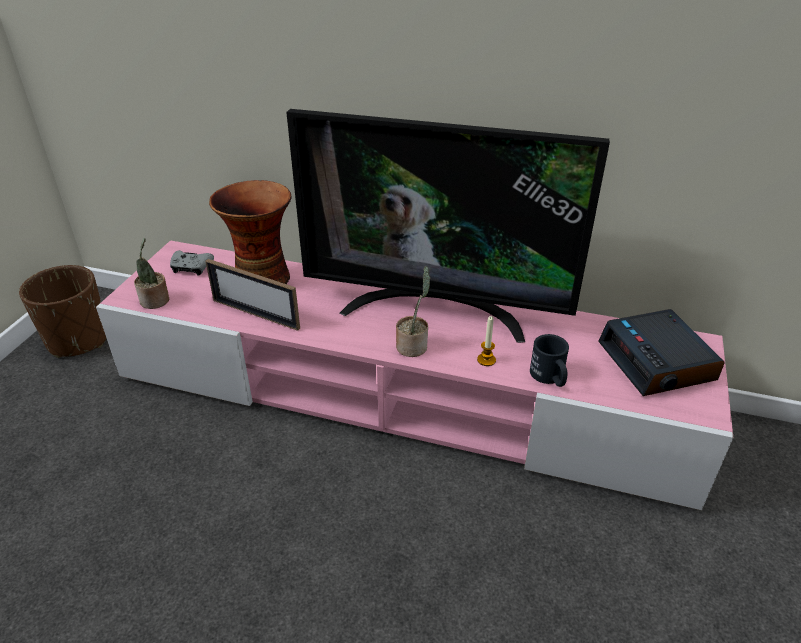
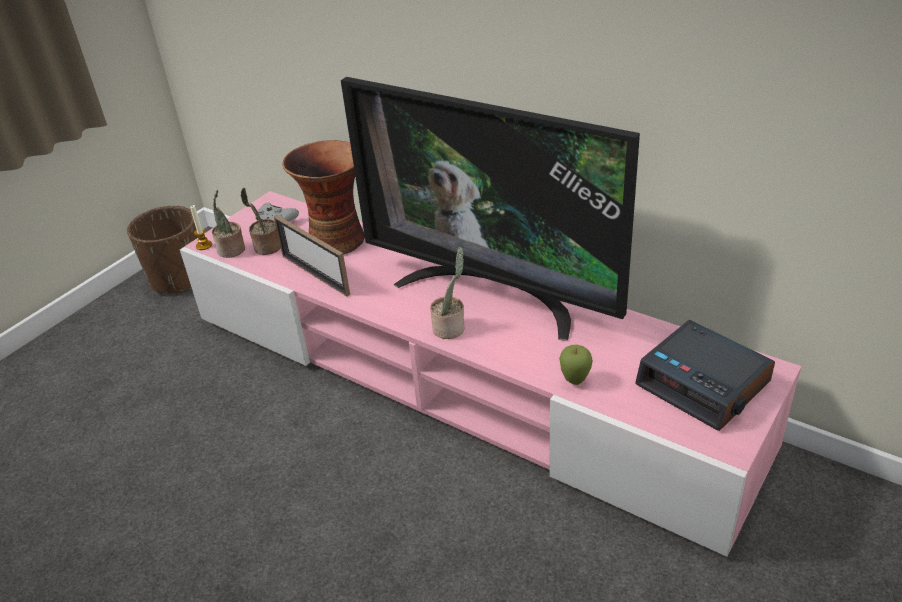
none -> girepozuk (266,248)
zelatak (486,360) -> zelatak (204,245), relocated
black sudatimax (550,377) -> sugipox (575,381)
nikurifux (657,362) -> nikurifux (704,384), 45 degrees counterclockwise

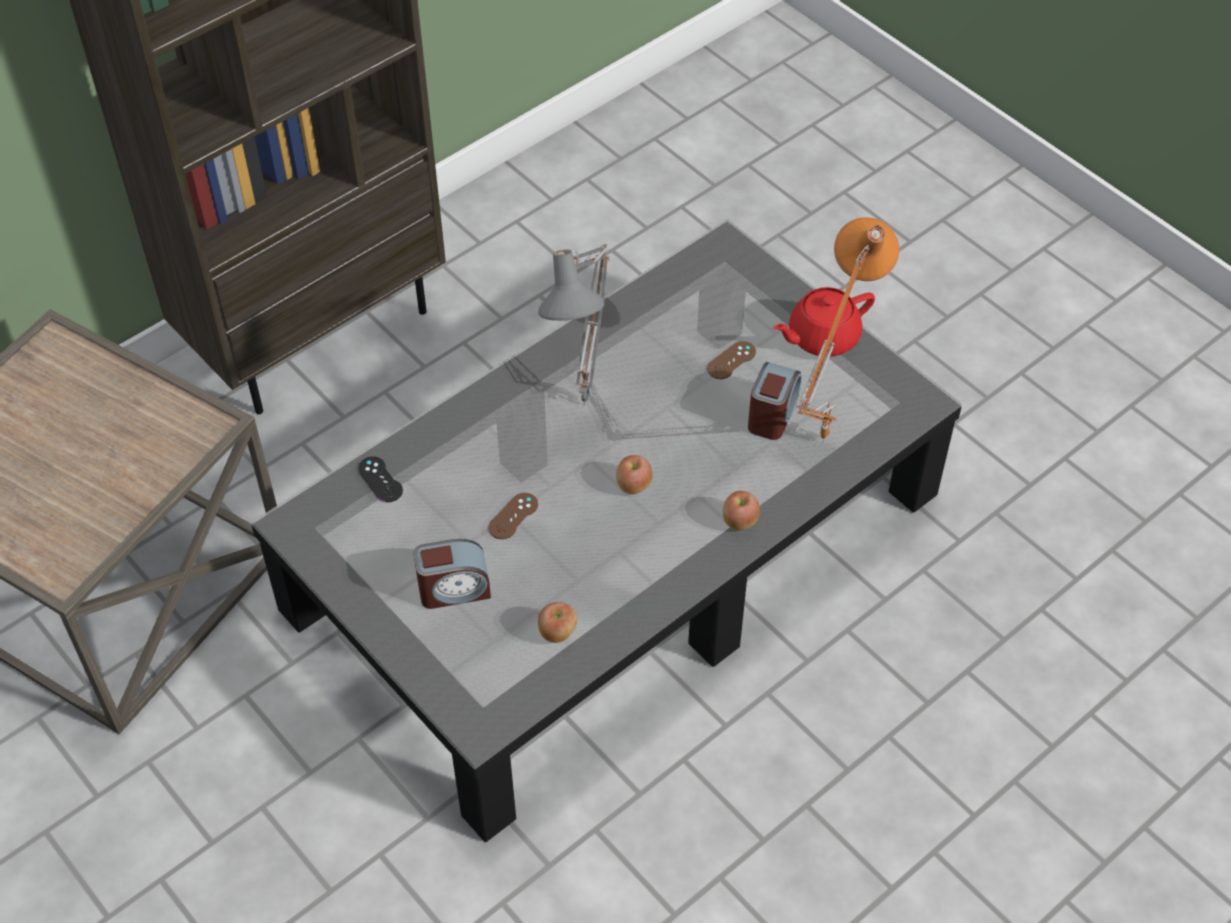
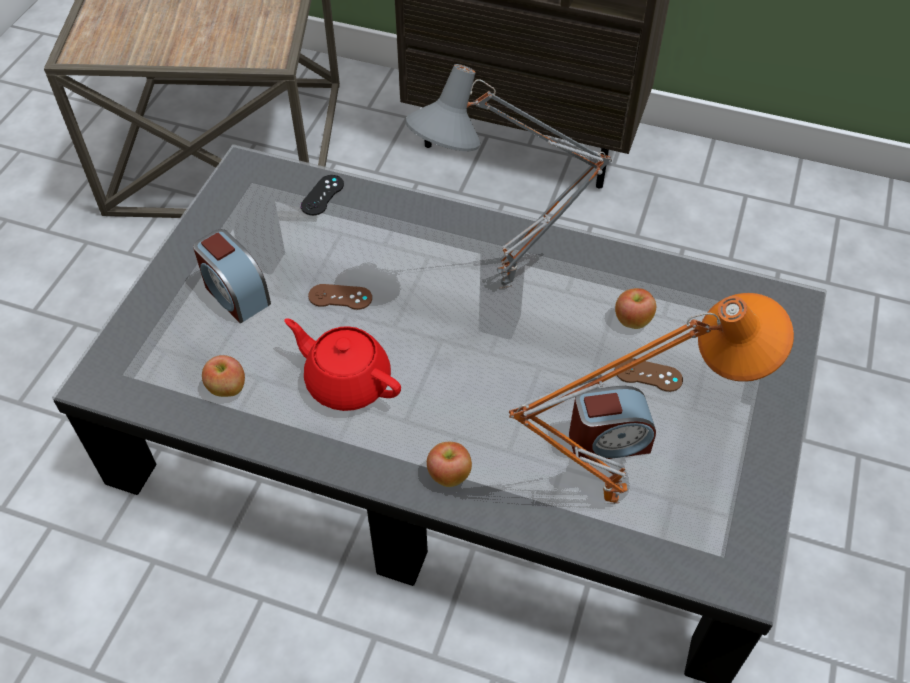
sugipox (633,486) -> sugipox (632,321), relocated
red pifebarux (821,337) -> red pifebarux (347,382), relocated

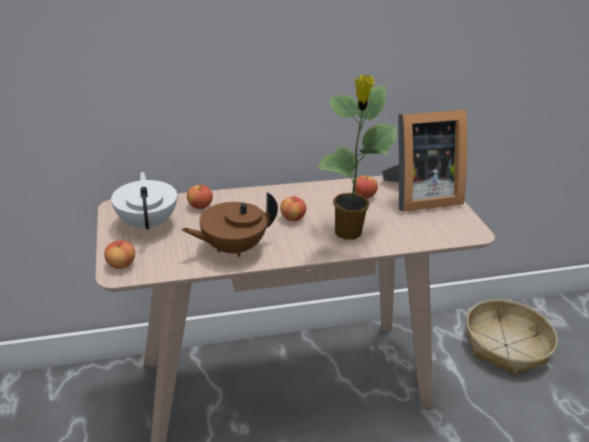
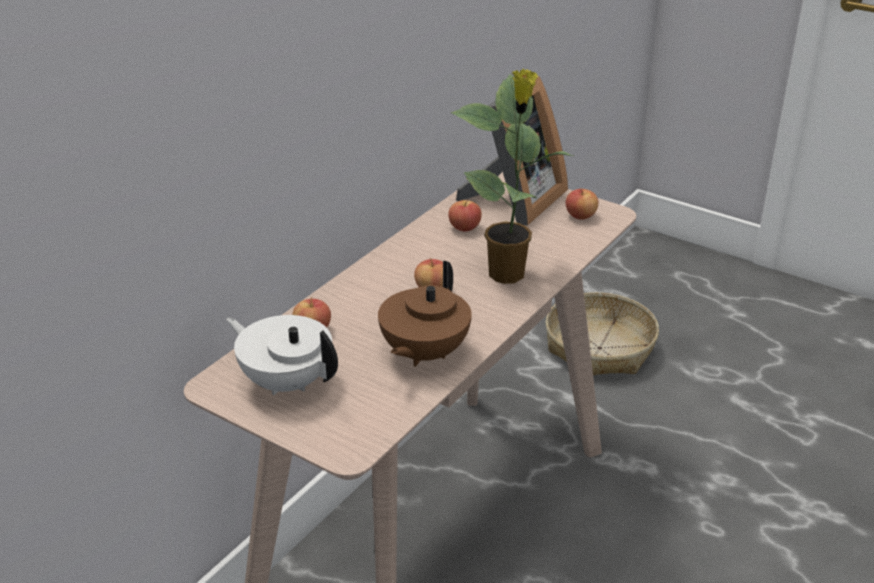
sugipox (121,264) -> sugipox (580,216), relocated

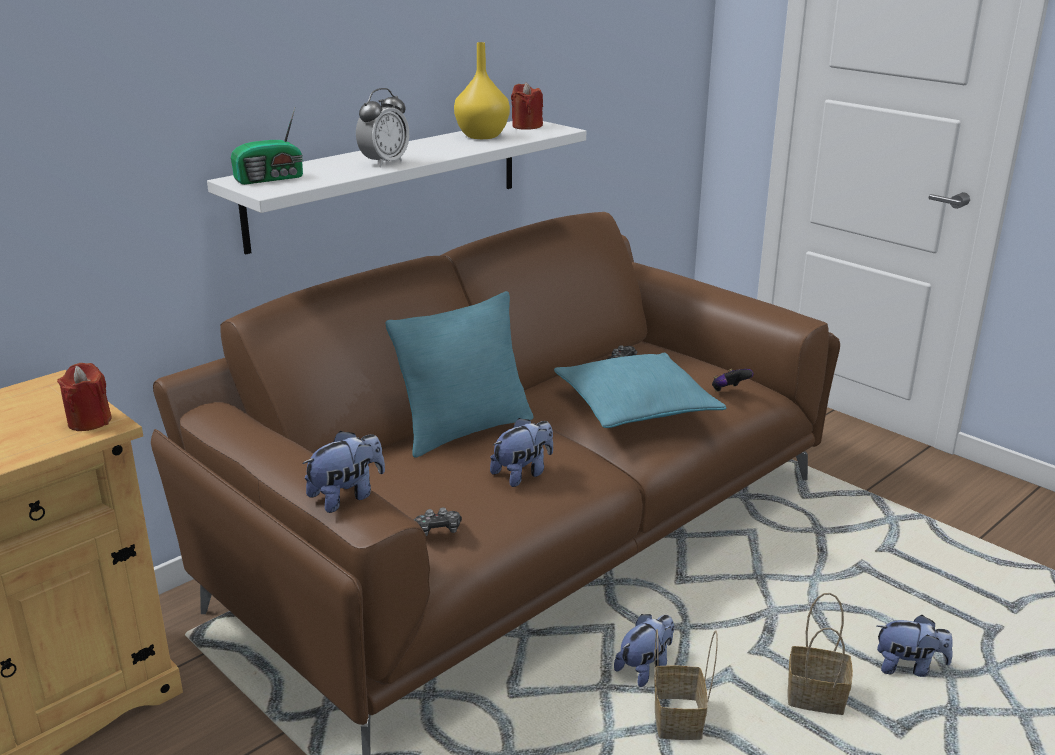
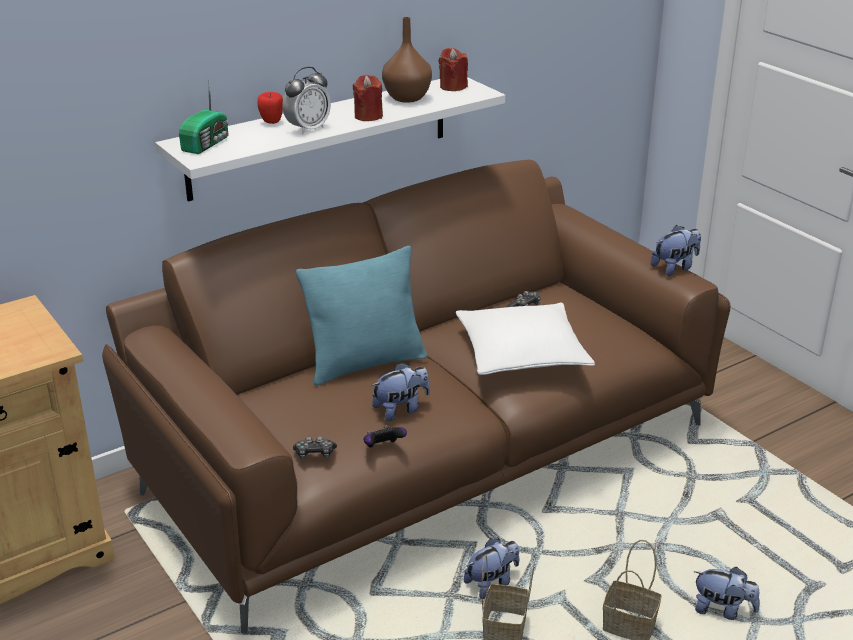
none -> sugipox (271,122)
red zelatak (89,421) -> red zelatak (368,116), relocated
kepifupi (347,496) -> kepifupi (675,267), relocated
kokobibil (729,391) -> kokobibil (383,447), relocated
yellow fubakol (481,136) -> brown fubakol (406,98)
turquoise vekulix (636,406) -> white vekulix (522,353)
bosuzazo (271,179) -> bosuzazo (207,144), 45 degrees counterclockwise

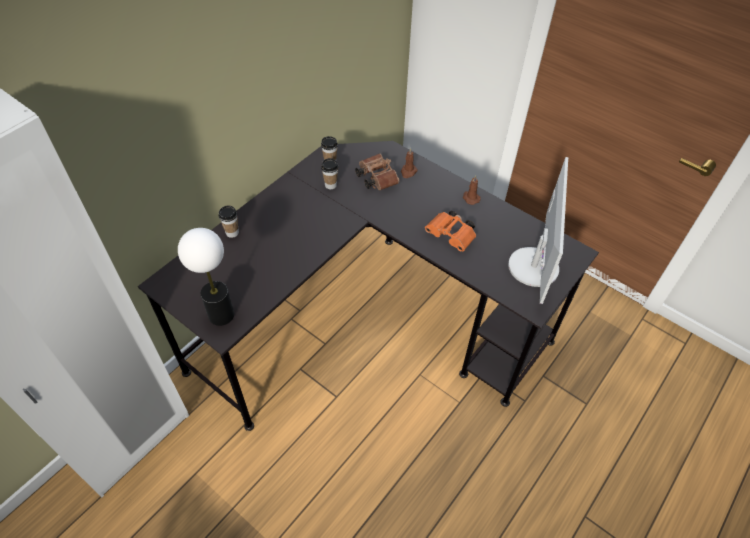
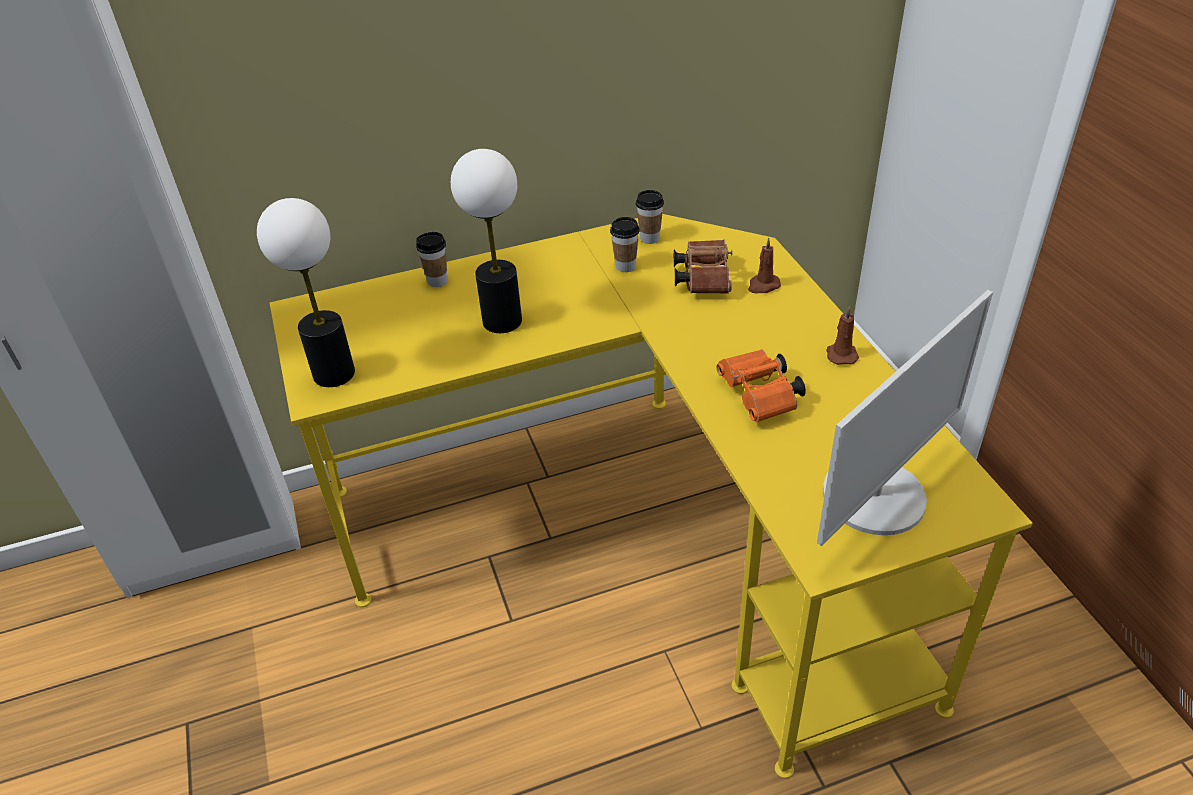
none -> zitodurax (501,321)
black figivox (368,321) -> yellow figivox (638,534)

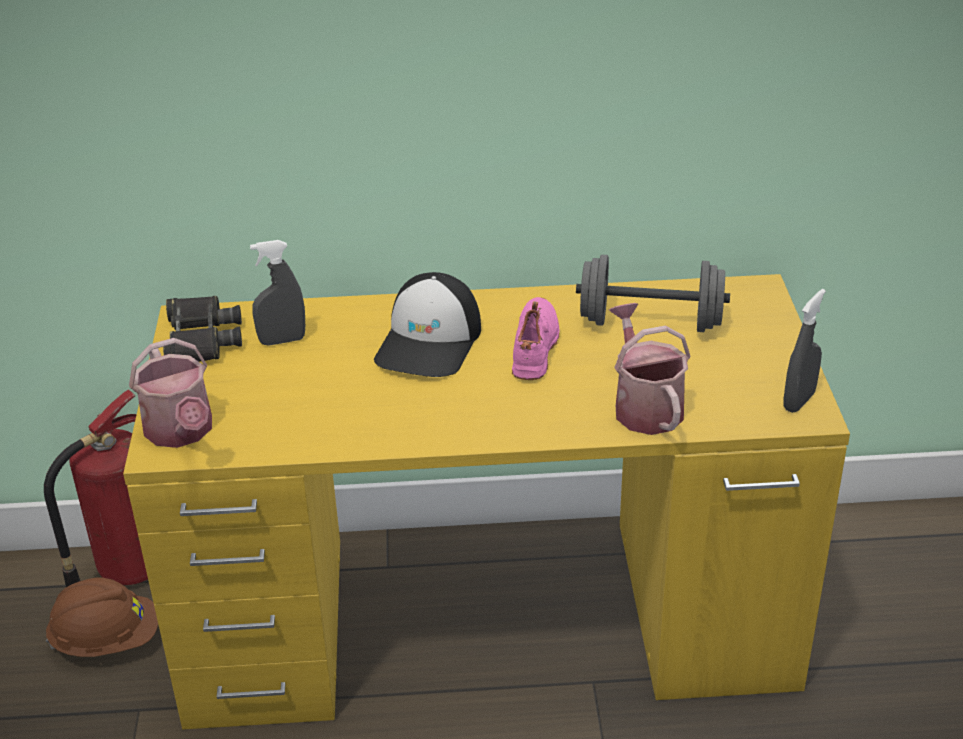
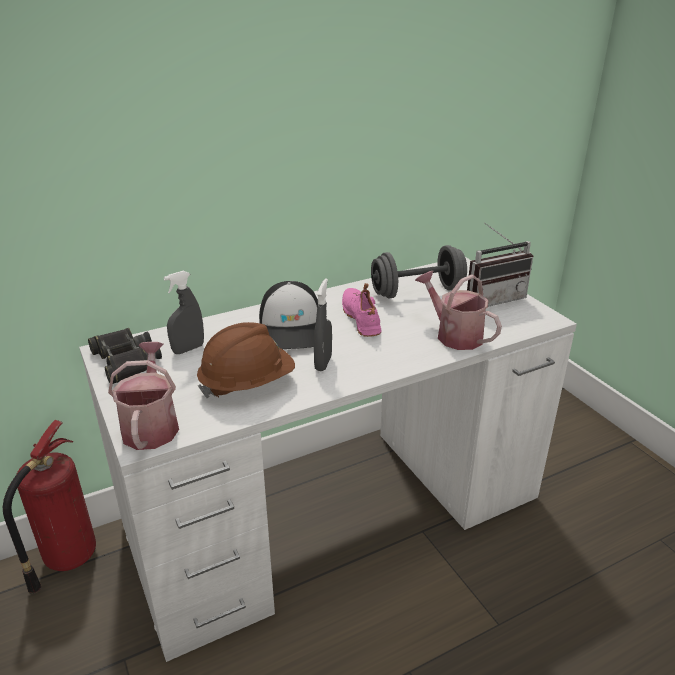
none -> bosuzazo (491,299)
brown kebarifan (107,640) -> brown kebarifan (247,383), relocated
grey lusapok (799,401) -> grey lusapok (323,363), relocated
yellow figivox (489,617) -> white figivox (337,512)
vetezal (181,432) -> vetezal (151,425), 135 degrees counterclockwise

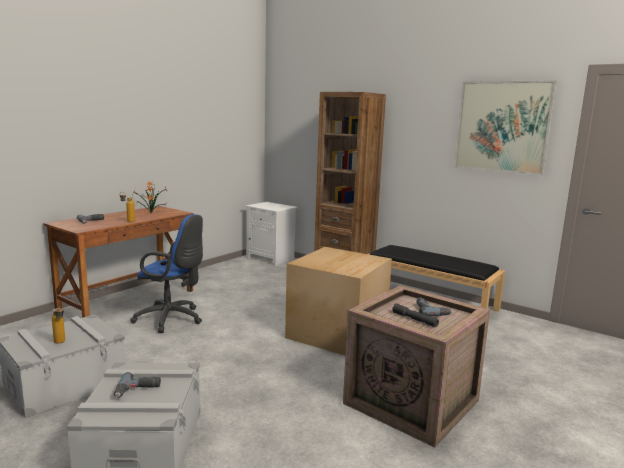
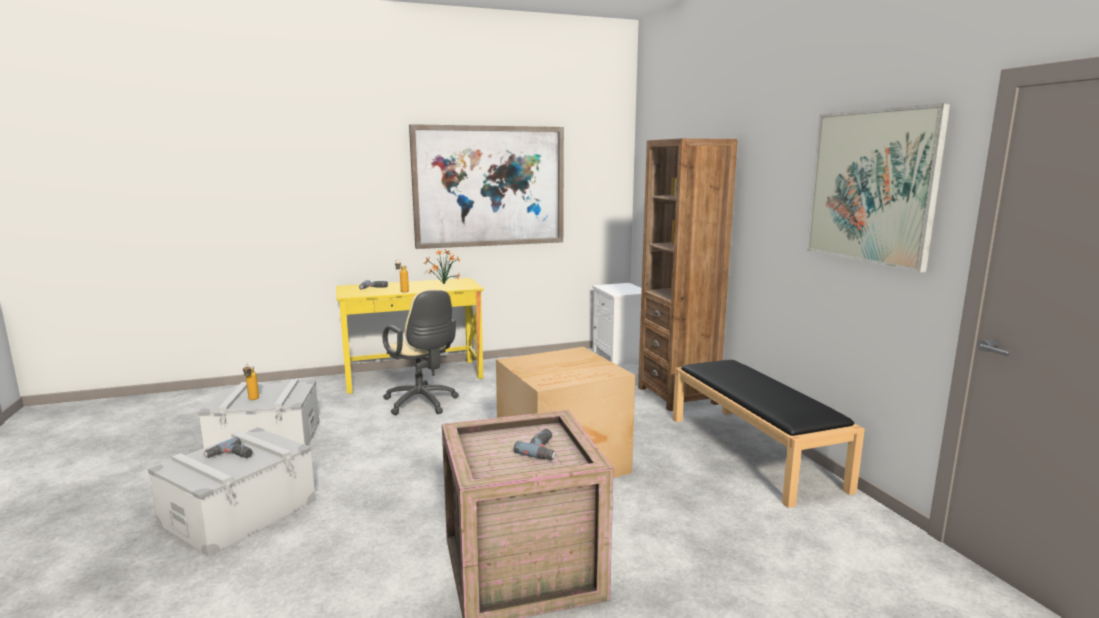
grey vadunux (414,320) -> none
none -> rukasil (489,186)
brown figivox (128,300) -> yellow figivox (413,376)
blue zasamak (172,319) -> beige zasamak (422,404)

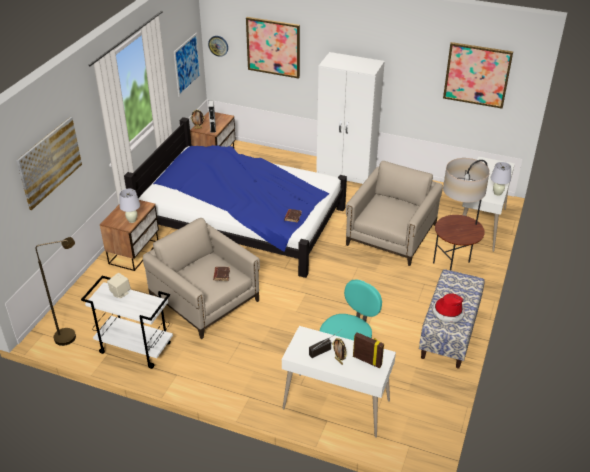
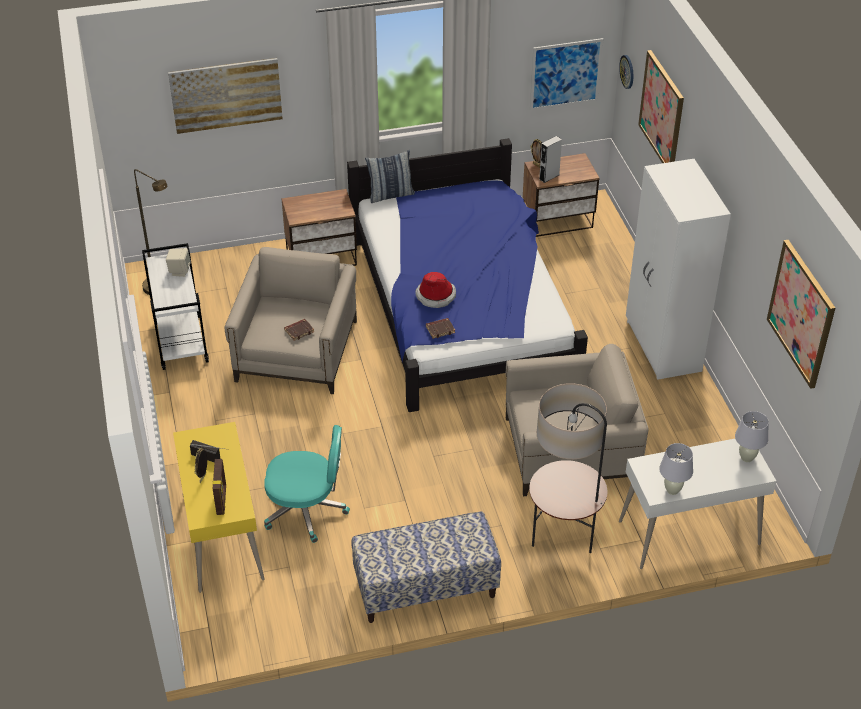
none -> vekulix (390,195)
white zitodurax (132,220) -> white zitodurax (747,458), relocated
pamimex (447,312) -> pamimex (435,296), relocated
white figivox (336,405) -> yellow figivox (222,537)

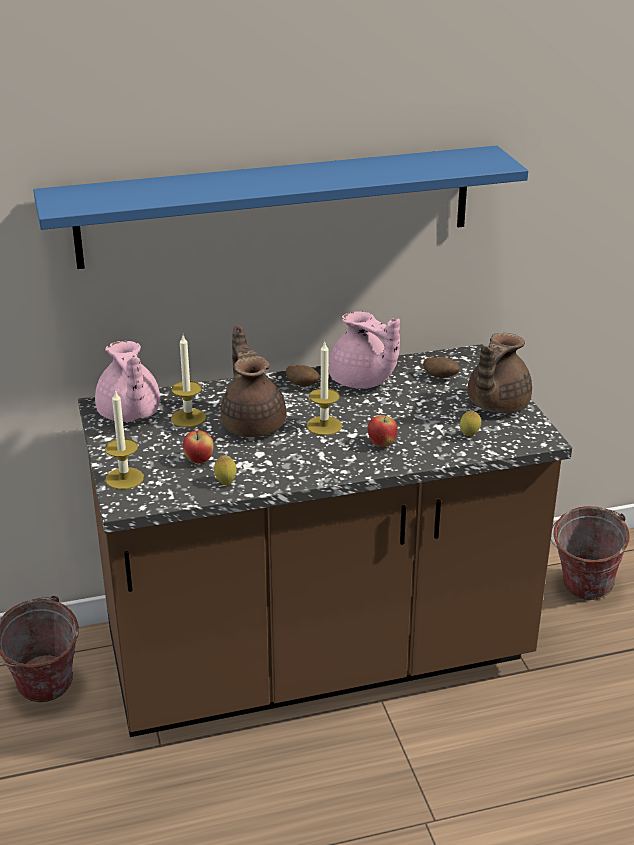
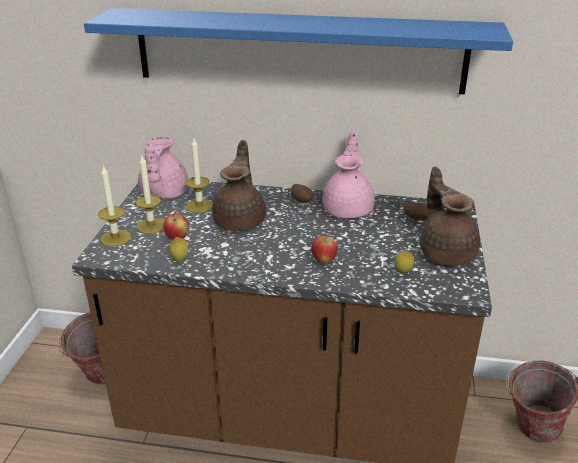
zelatak (324,425) -> zelatak (151,226), relocated
pink pifebarux (361,381) -> pink pifebarux (349,209), 150 degrees counterclockwise
brown pifebarux (495,405) -> brown pifebarux (446,252), 105 degrees clockwise

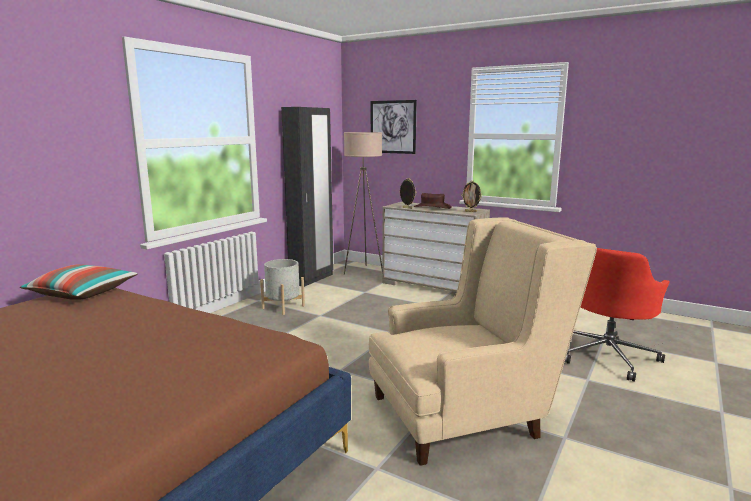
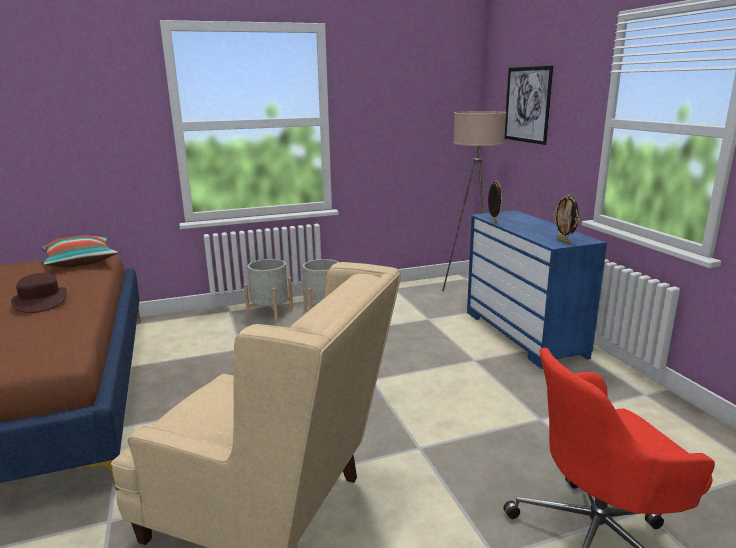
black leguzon (312,279) -> none
none -> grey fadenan (270,312)
brown pamimex (432,207) -> brown pamimex (40,301), relocated
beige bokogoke (433,285) -> blue bokogoke (524,333)

